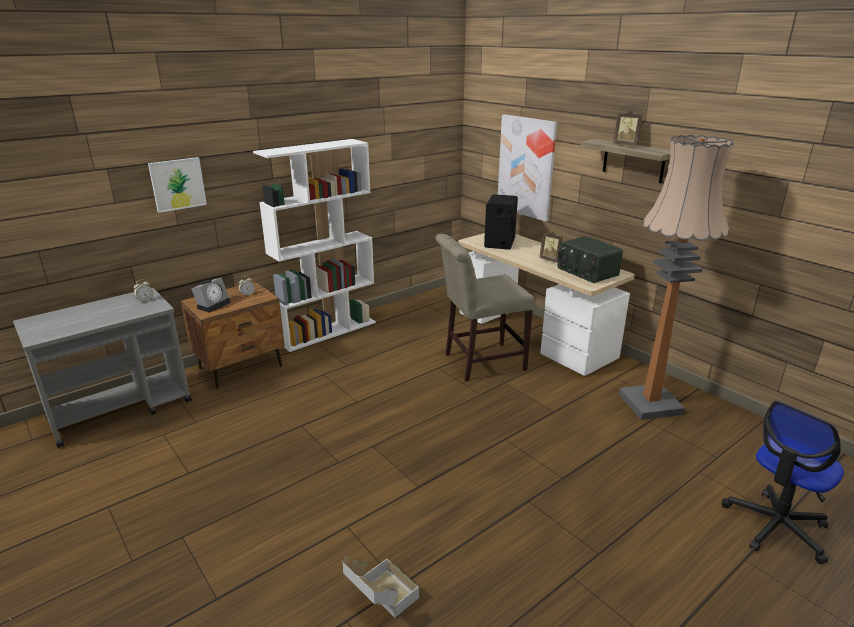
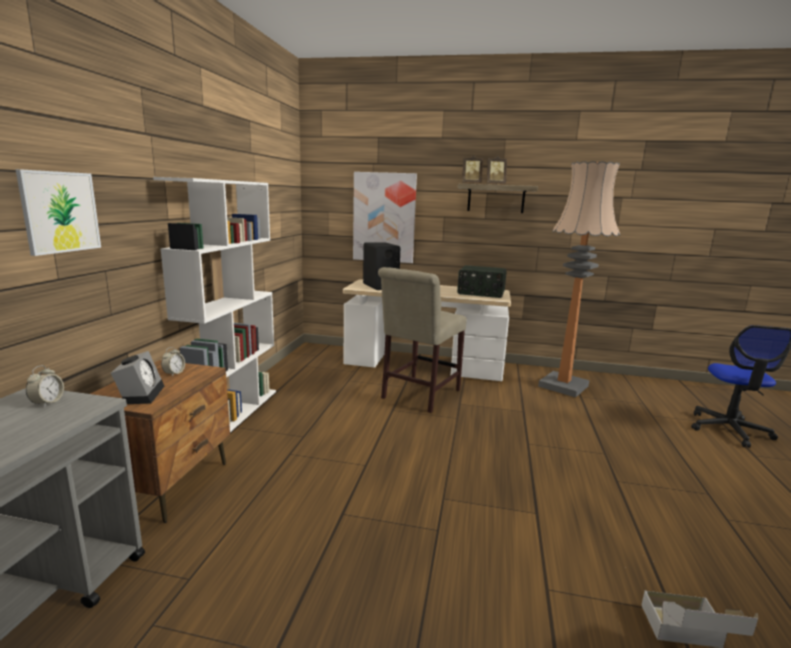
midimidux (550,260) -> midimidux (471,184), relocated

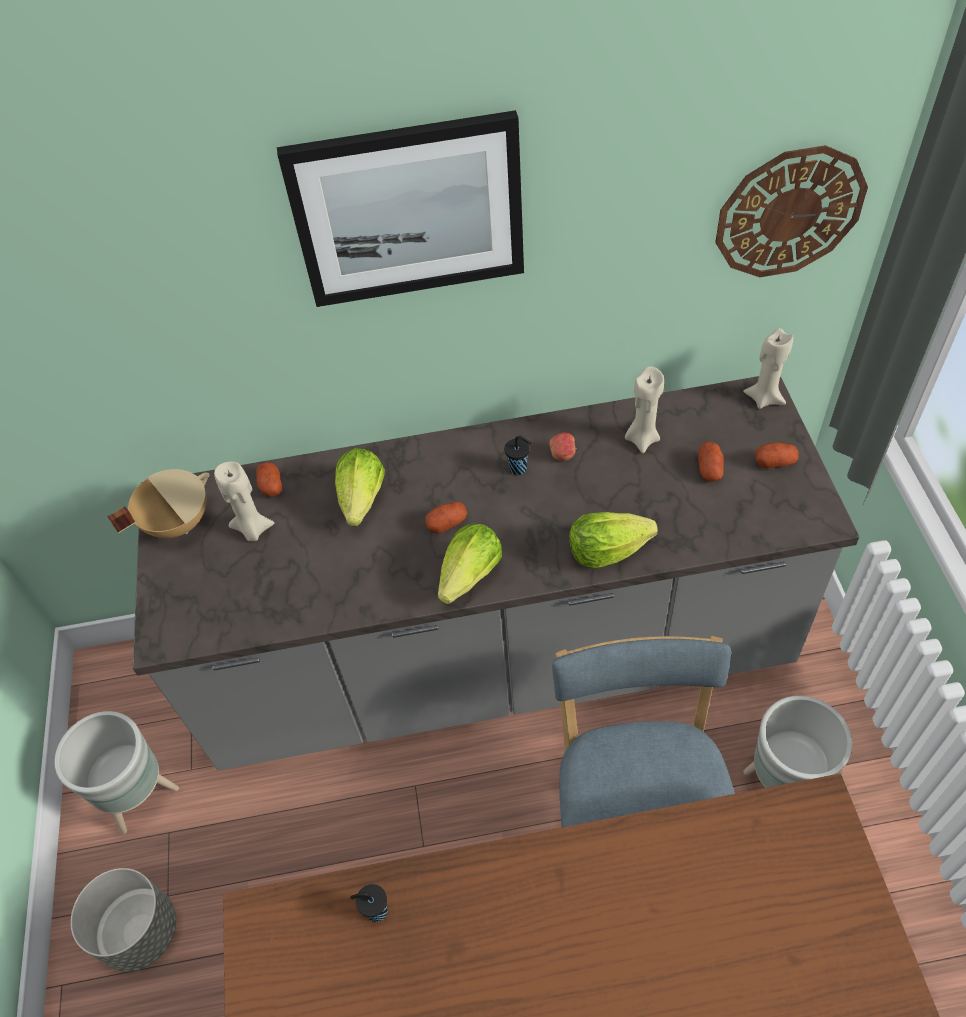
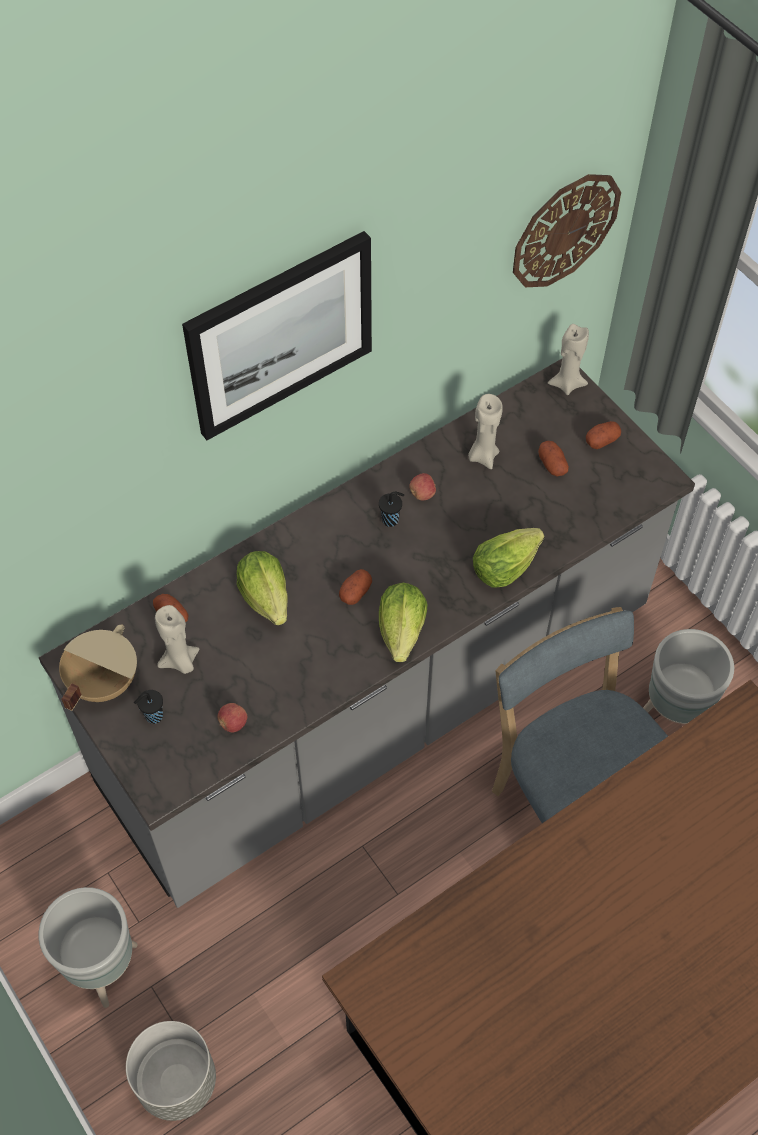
none -> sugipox (233,723)
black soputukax (375,911) -> black soputukax (153,716), relocated

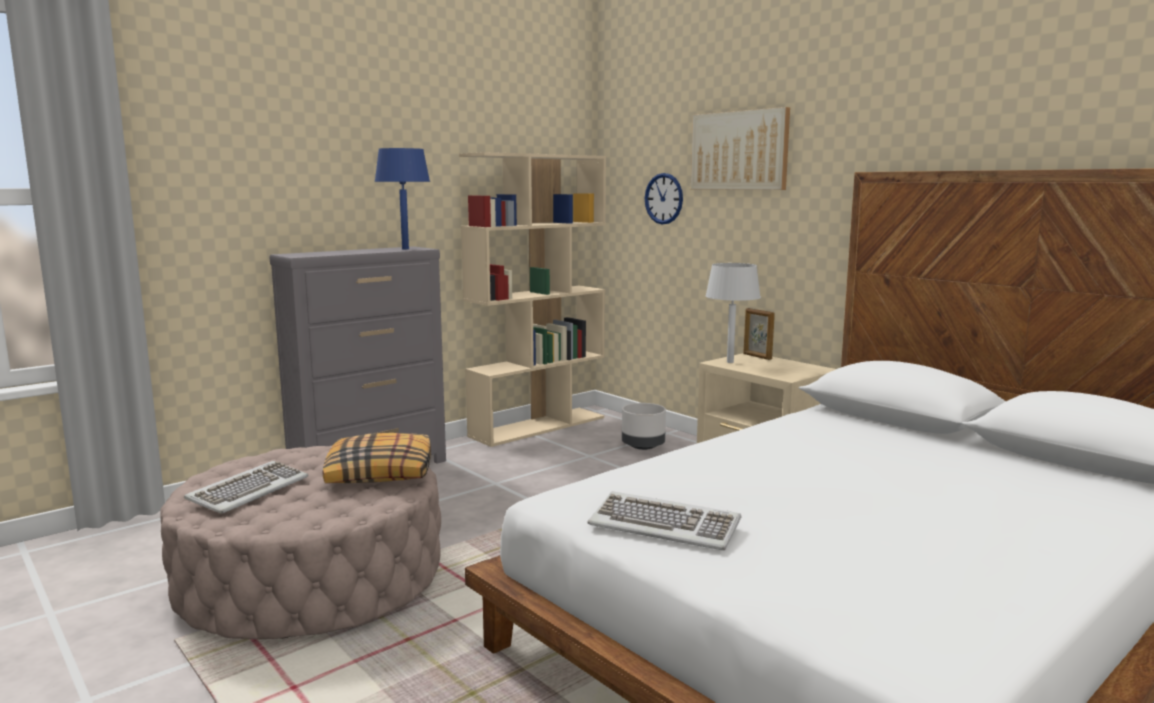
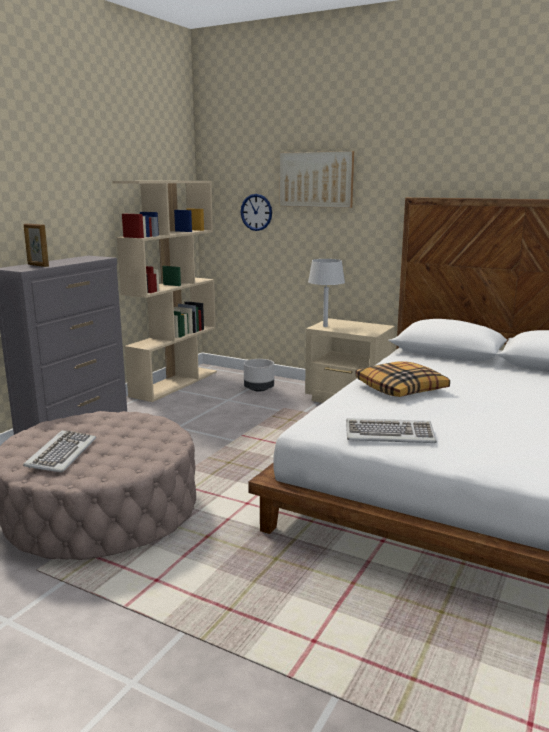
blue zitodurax (405,249) -> none
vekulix (381,473) -> vekulix (401,389), relocated
midimidux (757,356) -> midimidux (38,265), relocated

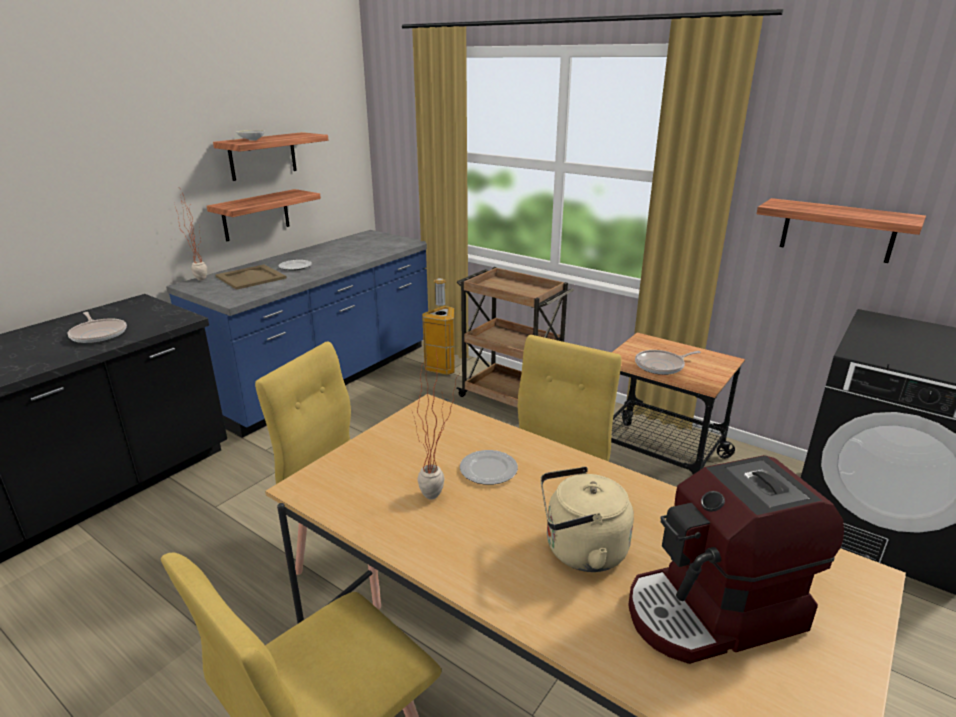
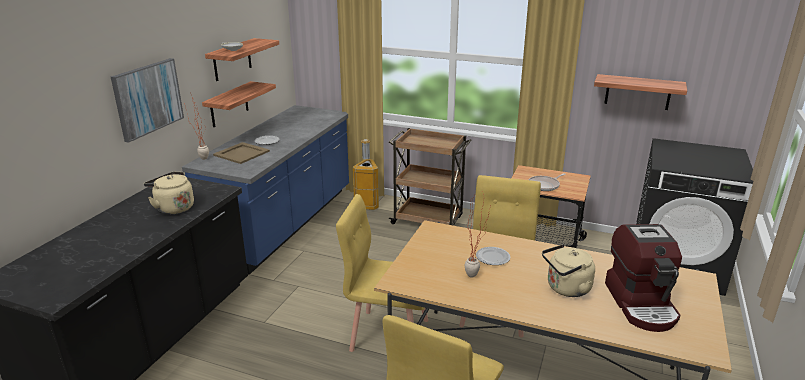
none -> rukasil (148,98)
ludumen (99,334) -> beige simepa (173,208)
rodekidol (715,612) -> rodekidol (642,304), 60 degrees counterclockwise

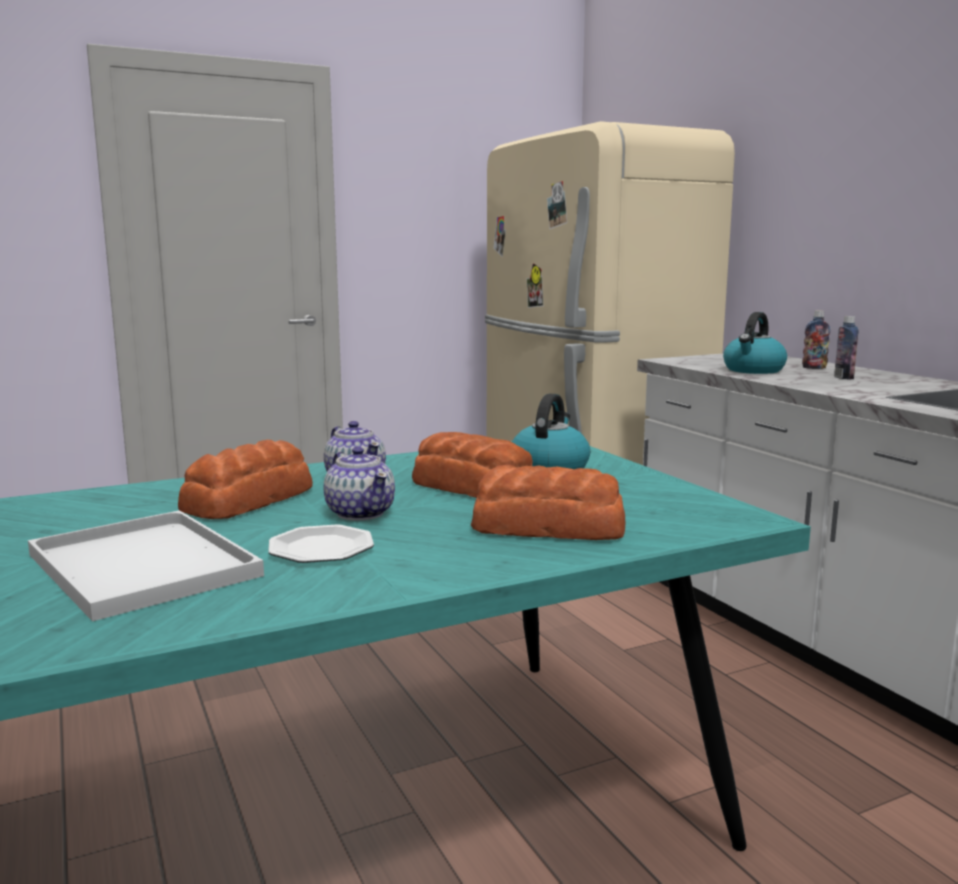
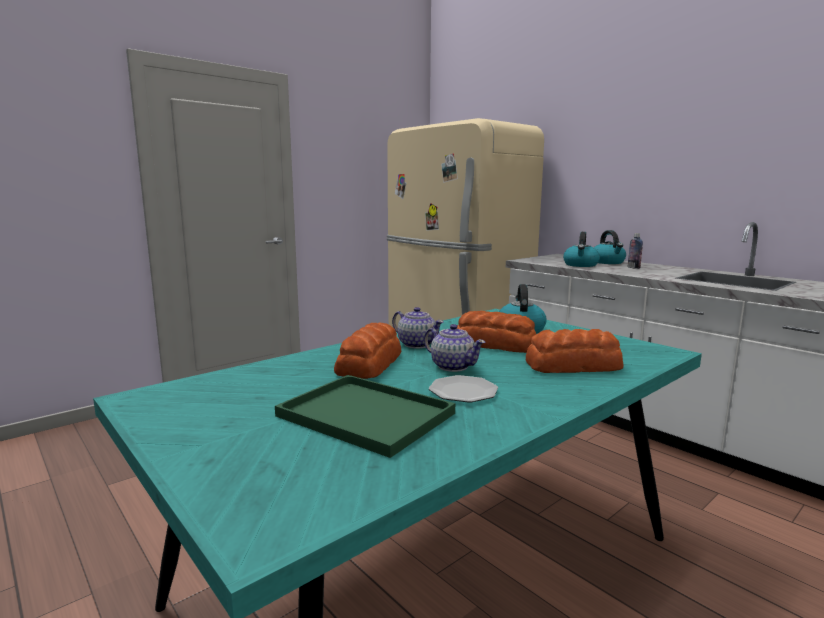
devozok (814,368) -> simepa (608,262)
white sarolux (138,564) -> green sarolux (362,414)

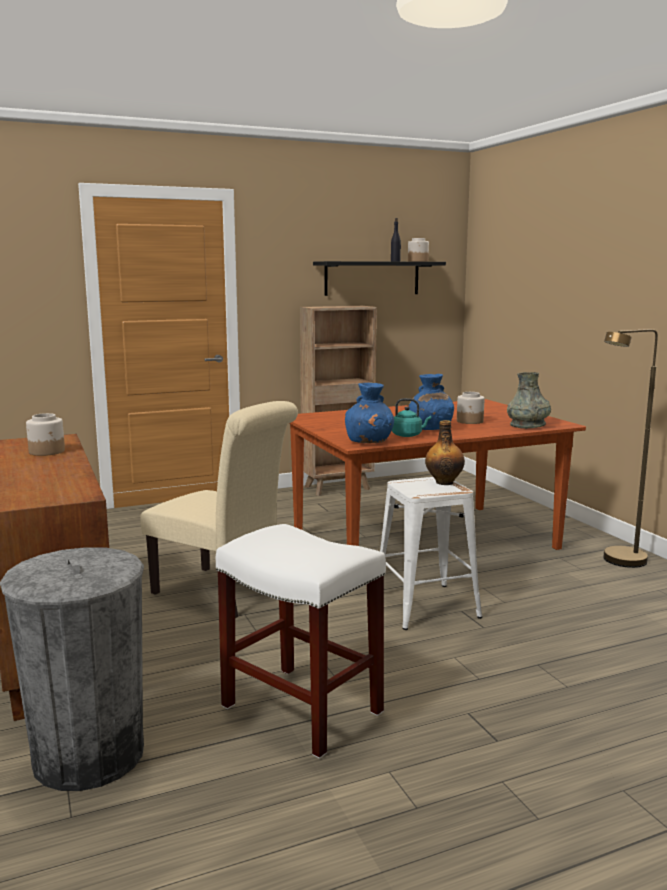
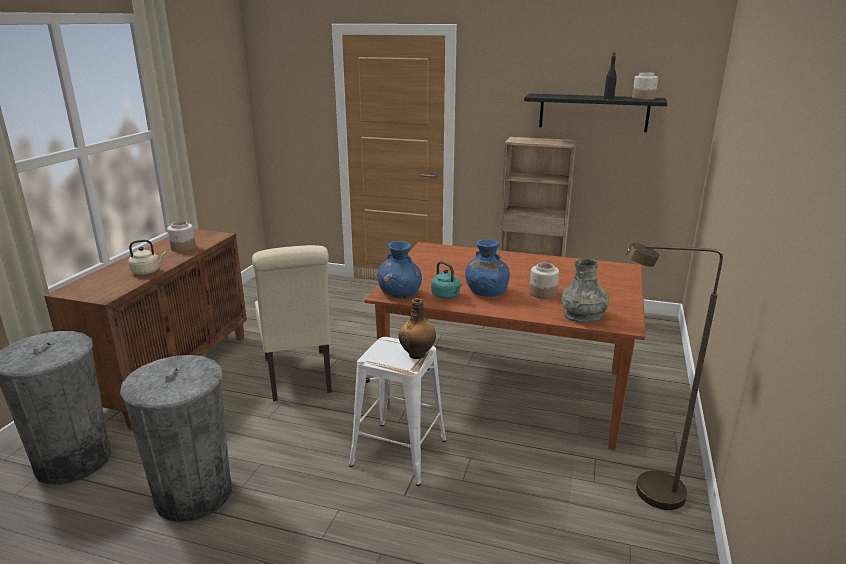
none -> beige simepa (147,271)
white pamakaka (303,709) -> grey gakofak (194,494)

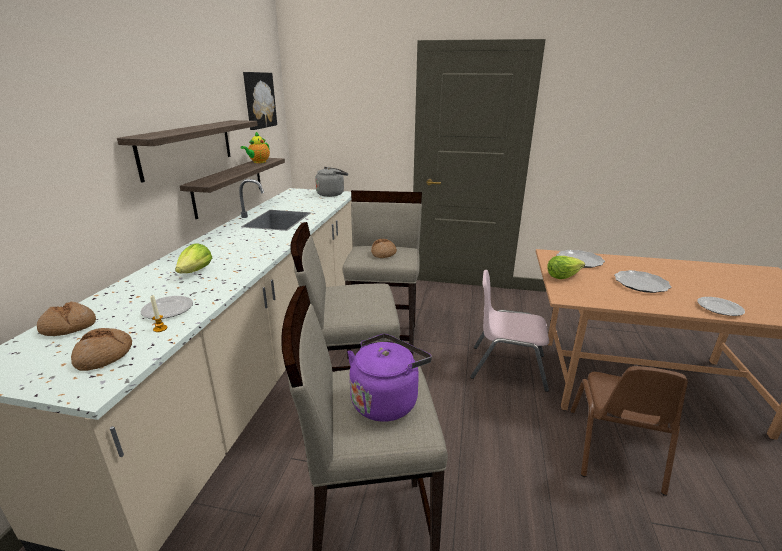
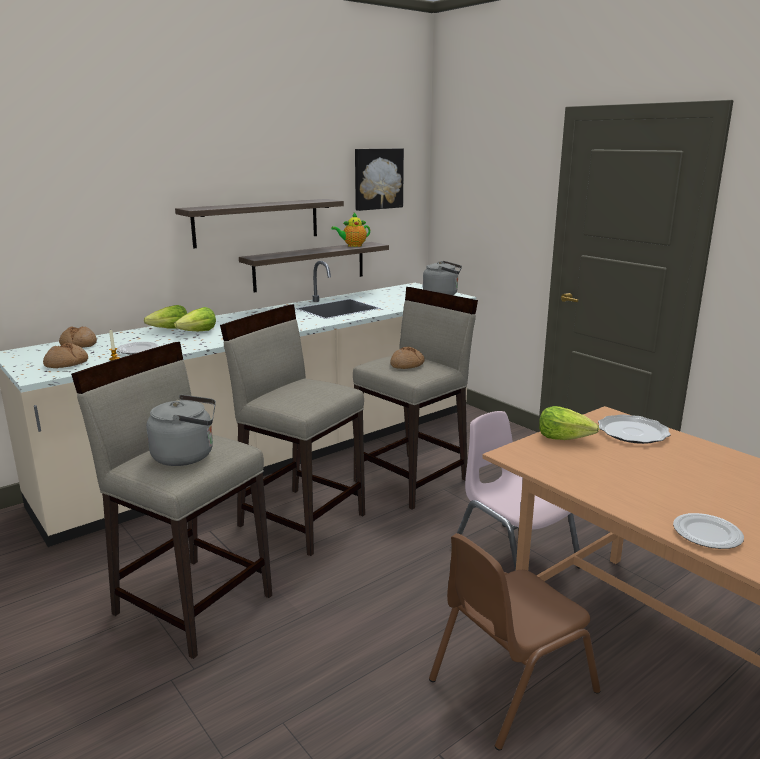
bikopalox (641,284) -> none
none -> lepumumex (169,329)
purple simepa (386,400) -> grey simepa (187,456)

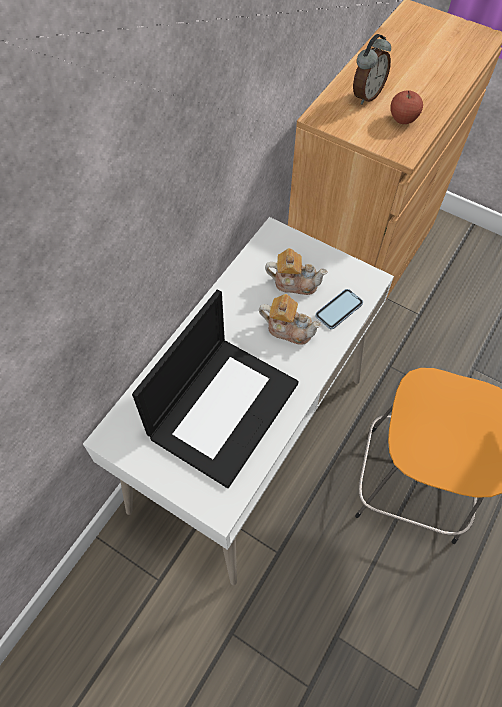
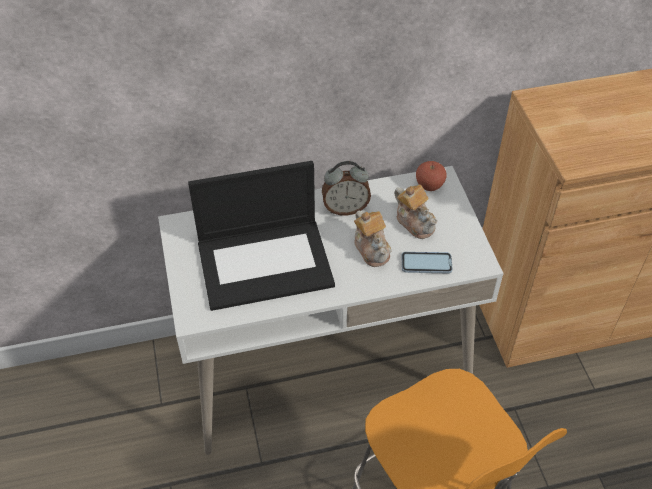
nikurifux (366,95) -> nikurifux (345,208), relocated
sugipox (403,119) -> sugipox (429,186), relocated

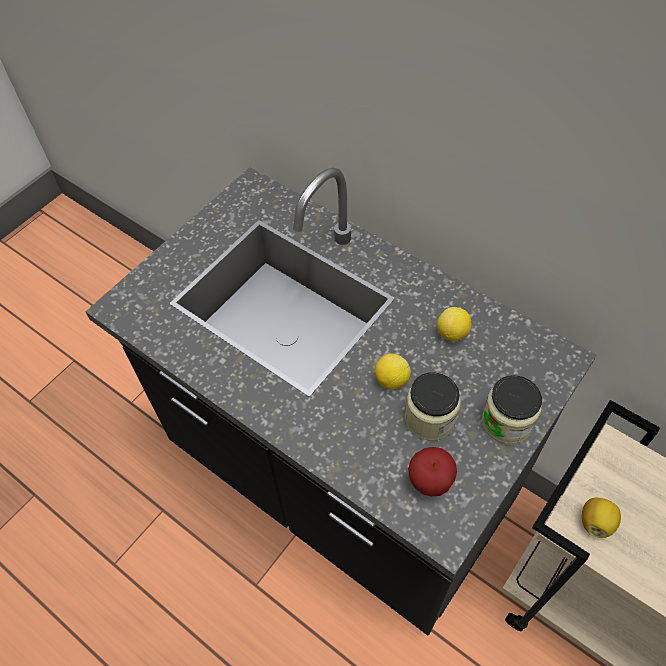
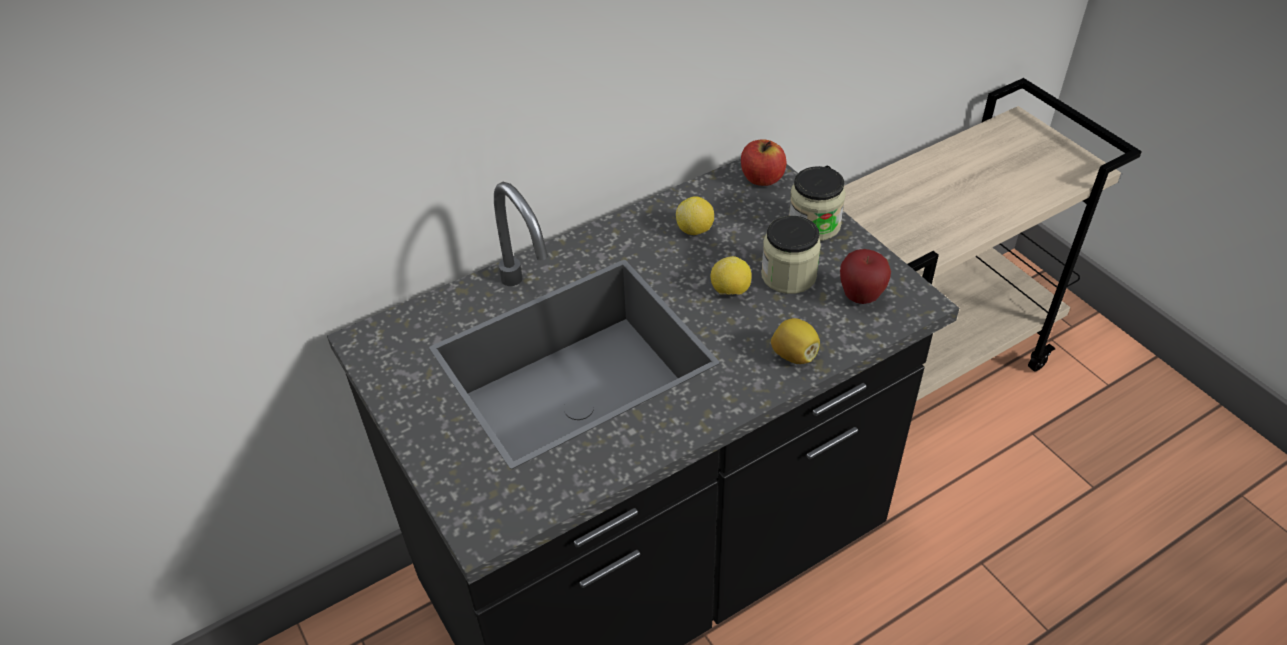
none -> sugipox (762,178)
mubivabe (596,522) -> mubivabe (794,355), relocated

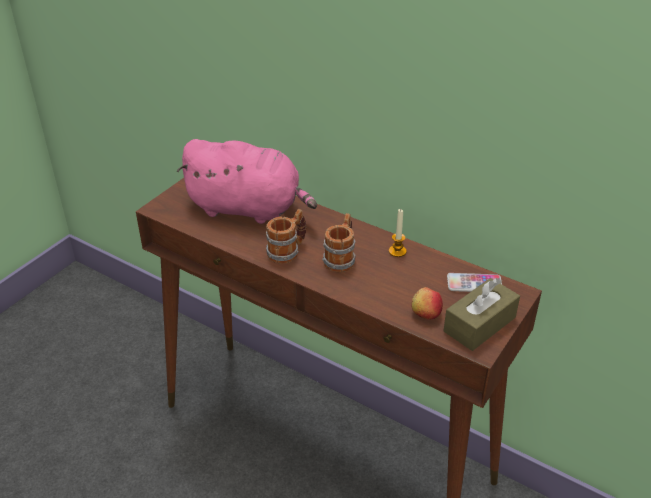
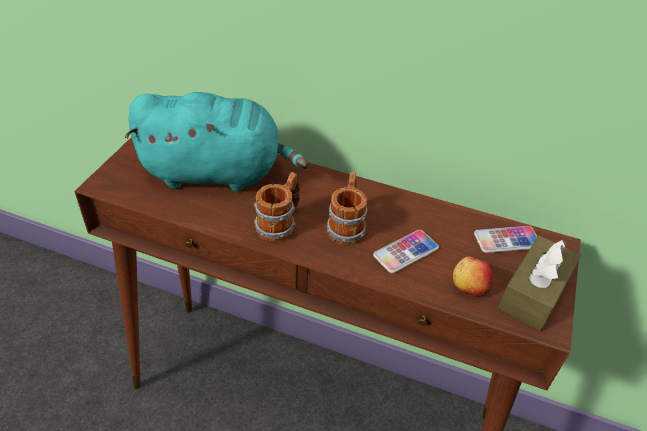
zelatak (397,251) -> none
none -> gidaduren (406,252)
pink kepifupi (248,208) -> turquoise kepifupi (217,173)

